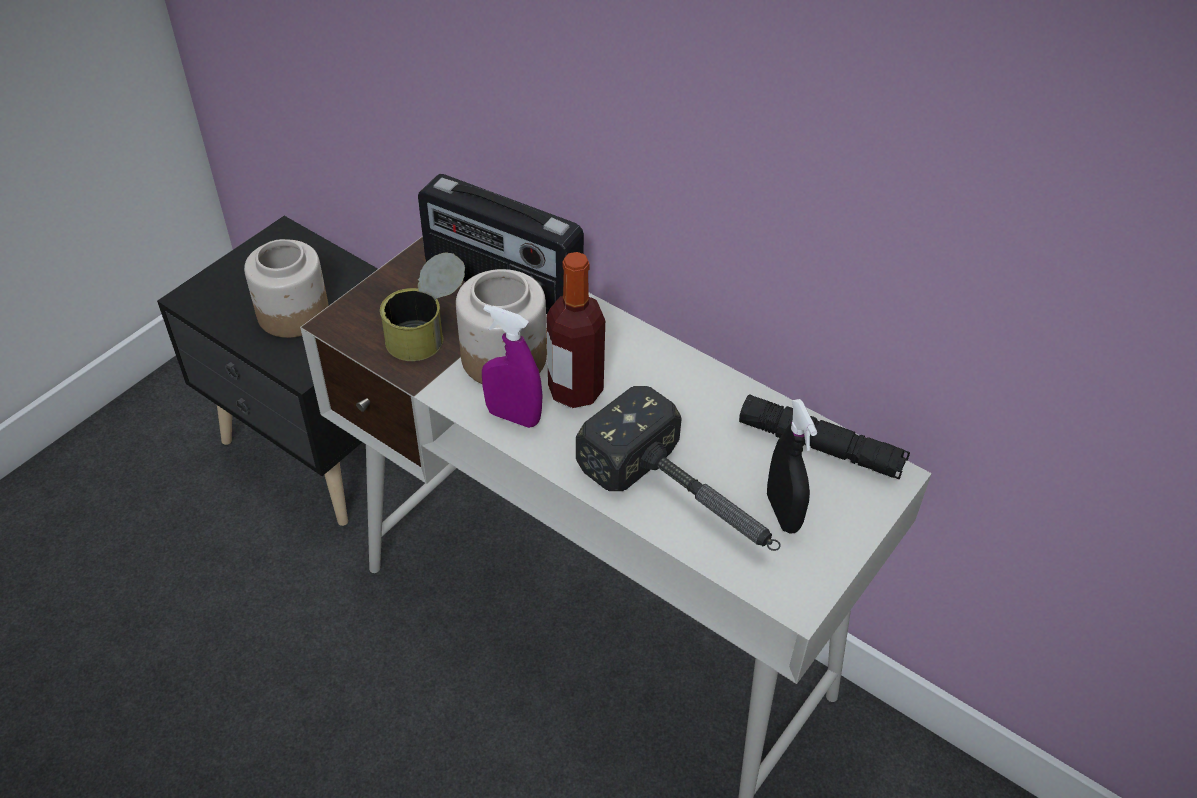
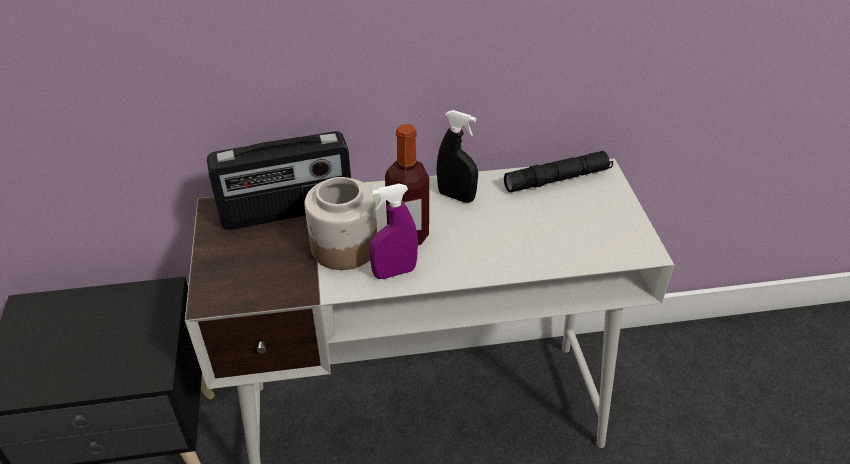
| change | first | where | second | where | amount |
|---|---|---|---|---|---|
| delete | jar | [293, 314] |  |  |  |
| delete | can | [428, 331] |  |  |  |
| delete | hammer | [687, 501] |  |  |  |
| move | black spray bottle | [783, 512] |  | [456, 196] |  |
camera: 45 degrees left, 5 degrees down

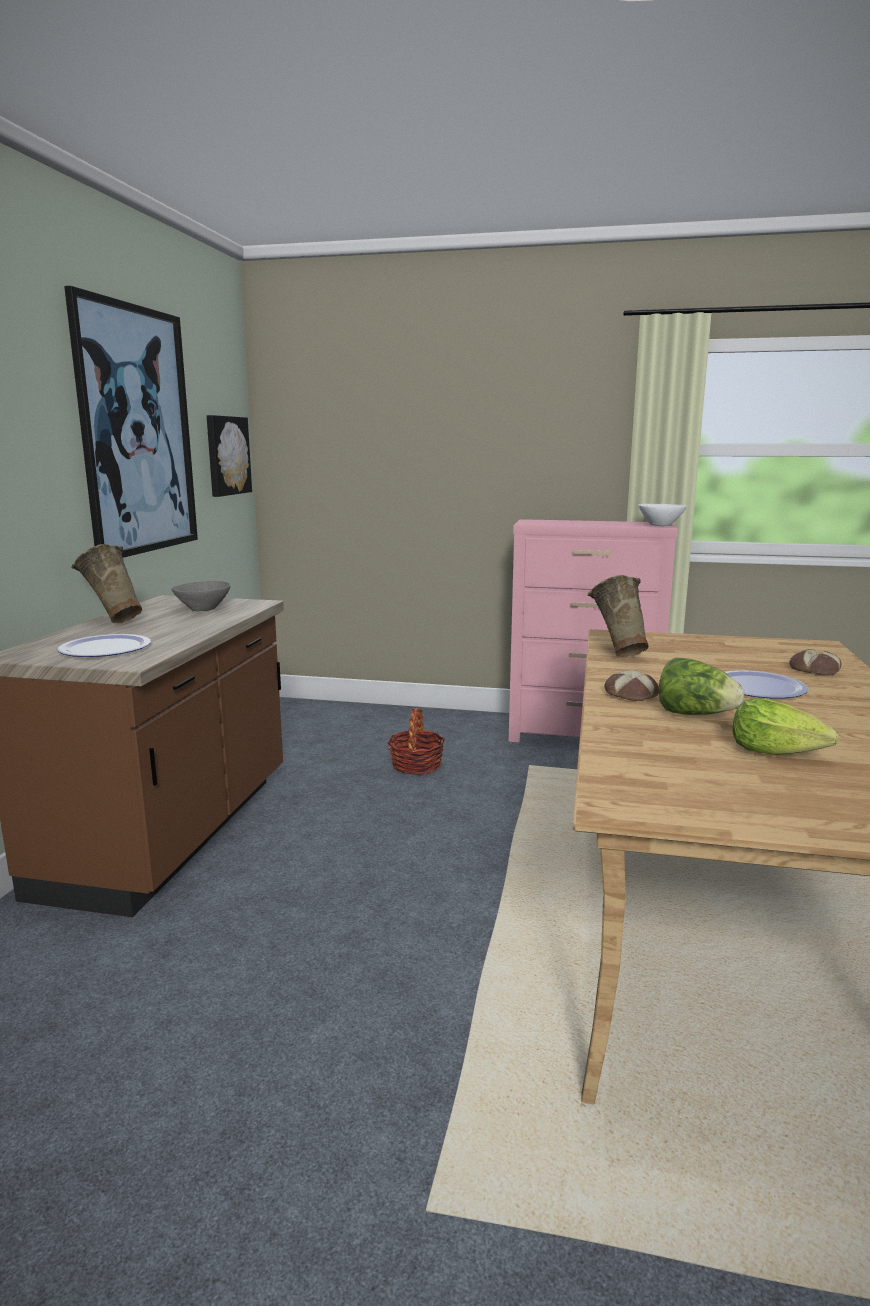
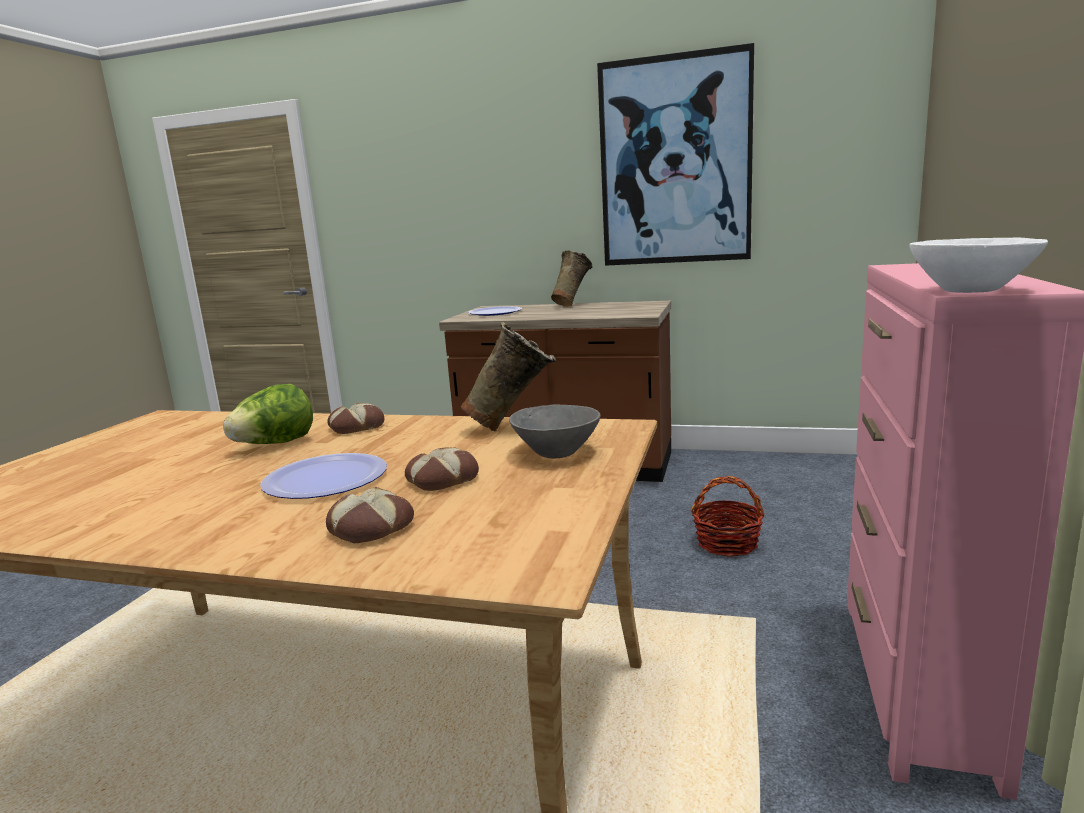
| change | first | where | second | where | amount |
|---|---|---|---|---|---|
| move | grey bowl | [202, 609] |  | [556, 452] |  |
| delete | picture | [226, 455] |  |  |  |
| delete | lettuce | [776, 752] |  |  |  |
| insert |  |  | bread | [442, 478] |  |
camera: 95 degrees right, 0 degrees up

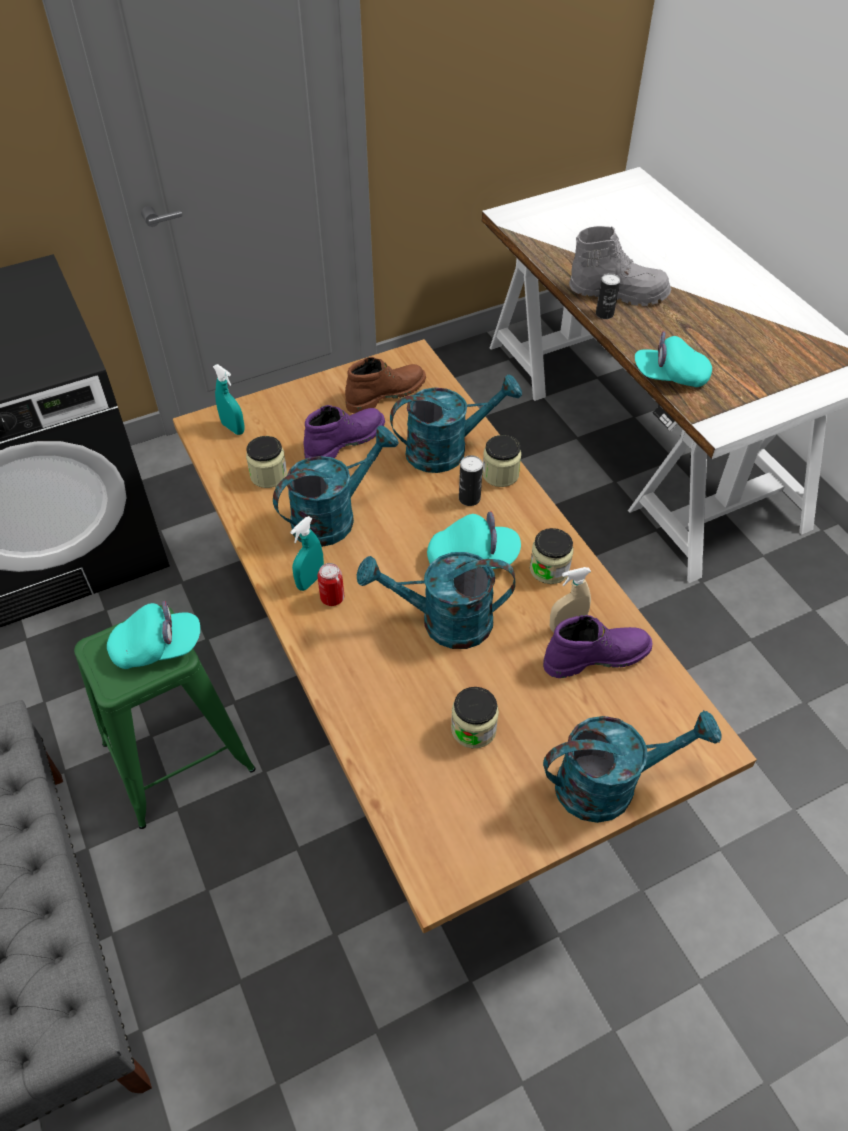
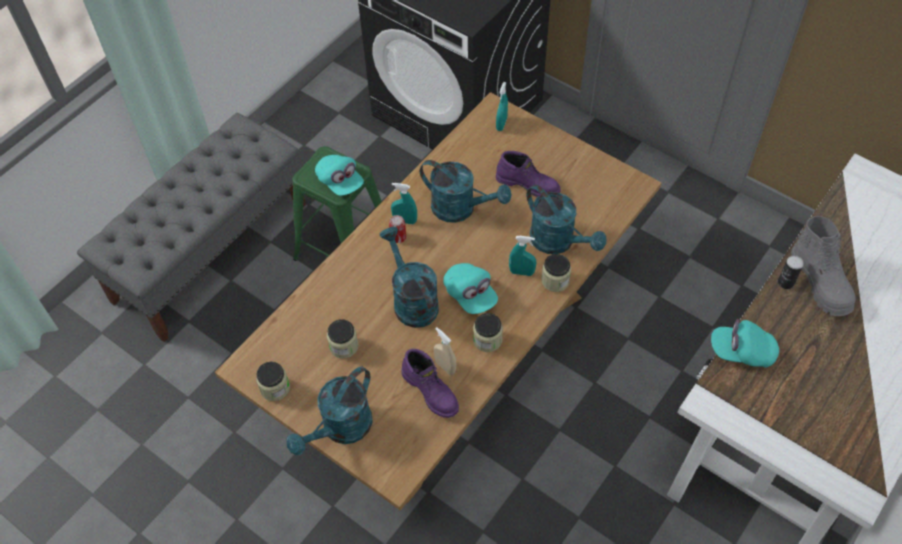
| change | first | where | second | where | amount |
|---|---|---|---|---|---|
| move | jar | [268, 475] |  | [275, 388] |  |
| delete | brown boot | [385, 393] |  |  |  |
| replace | can | [469, 498] | turquoise spray bottle | [521, 272] |  |
| rotate | turquoise watering can | [610, 784] |  | [341, 429] | 75 degrees clockwise |
| rotate | turquoise cap | [670, 376] |  | [741, 351] | 60 degrees counterclockwise |
camera: 65 degrees right, 5 degrees up

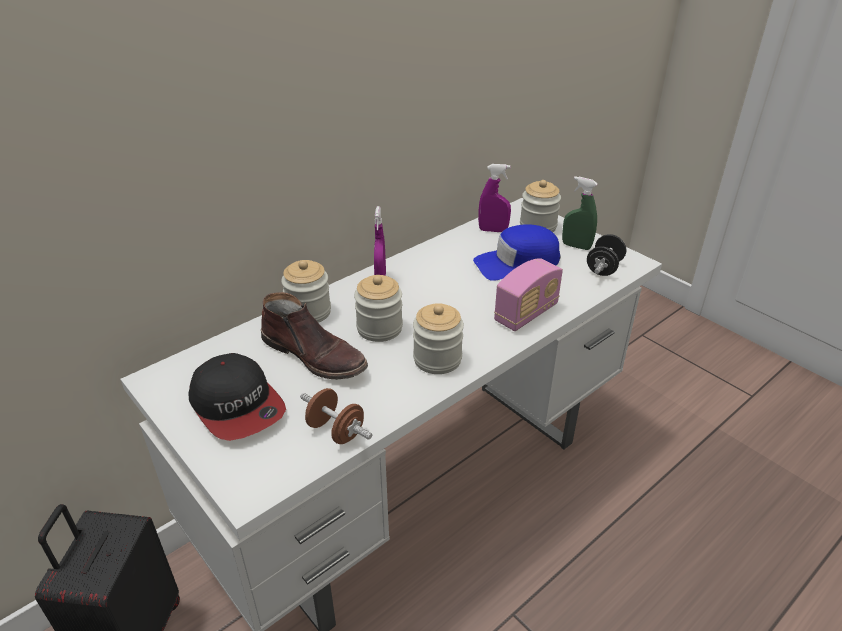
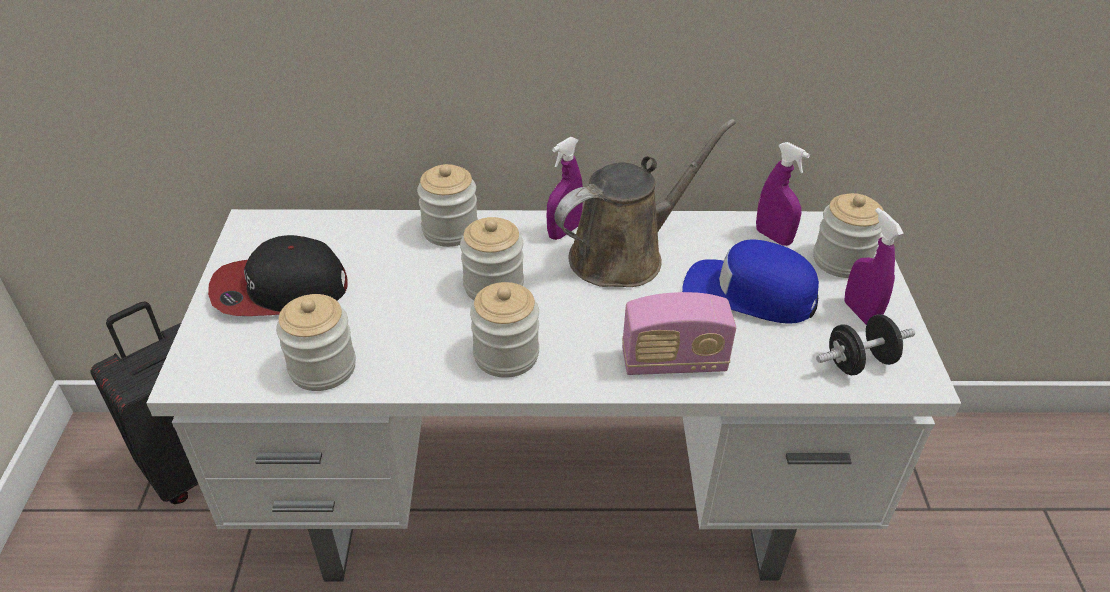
| change | first | where | second | where | amount |
|---|---|---|---|---|---|
| rotate | cap | [238, 406] |  | [279, 290] | 75 degrees clockwise |
| delete | brown boot | [315, 355] |  |  |  |
| replace | brown dumbbell | [336, 431] | jar | [322, 367] |  |
| recolor | green spray bottle | [576, 246] | purple spray bottle | [860, 313] |  |
| insert |  |  | brown watering can | [624, 255] |  |
camera: 40 degrees right, 5 degrees up

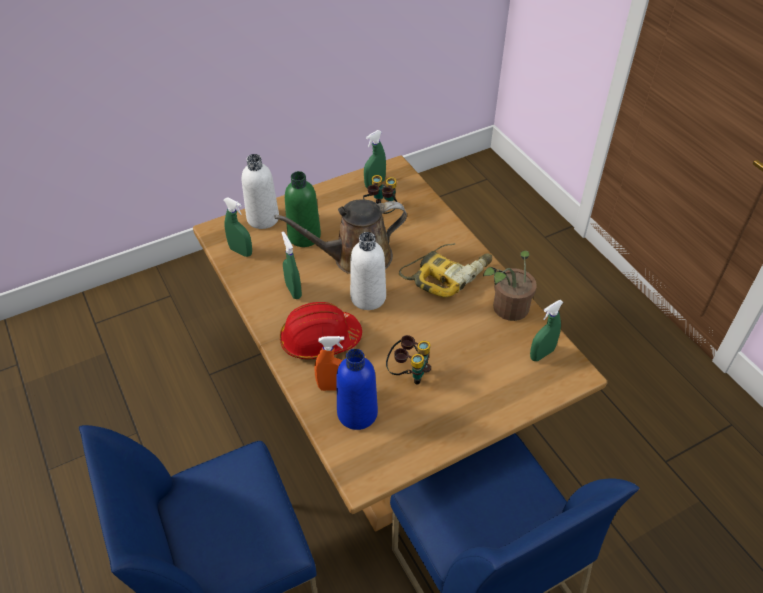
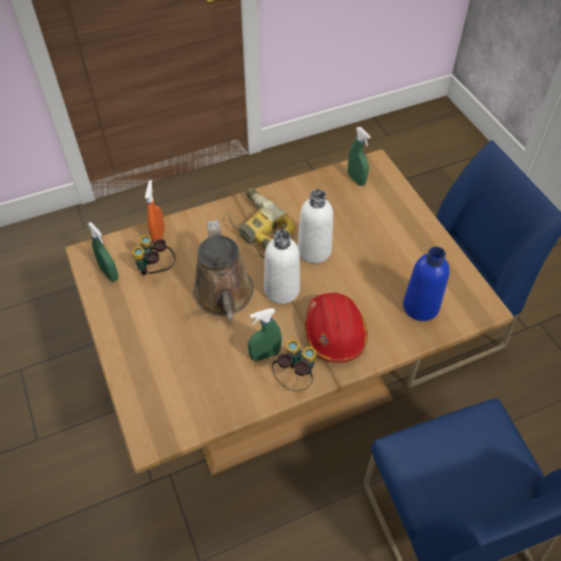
| change | first | where | second | where | amount |
|---|---|---|---|---|---|
| delete | green spray bottle | [241, 251] |  |  |  |
| move | white bottle | [263, 218] |  | [314, 251] |  |
| delete | green bottle | [304, 236] |  |  |  |
| move | orange spray bottle | [333, 387] |  | [159, 236] |  |
| move | binoculars | [408, 373] |  | [294, 378] |  |
| delete | potted plant | [507, 310] |  |  |  |
camera: 85 degrees left, 5 degrees up

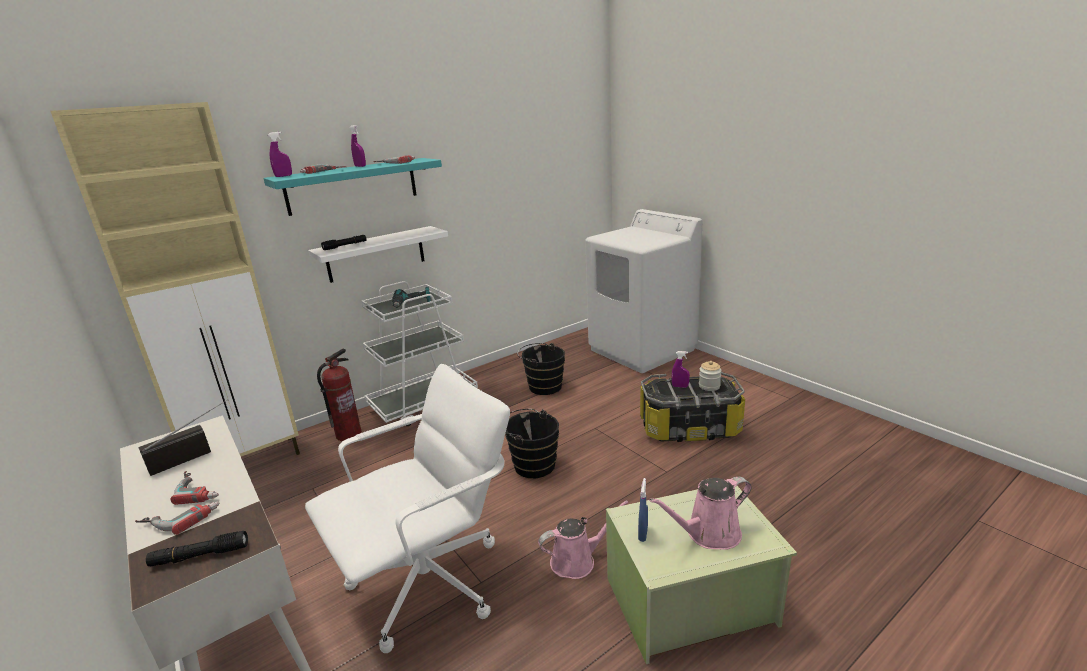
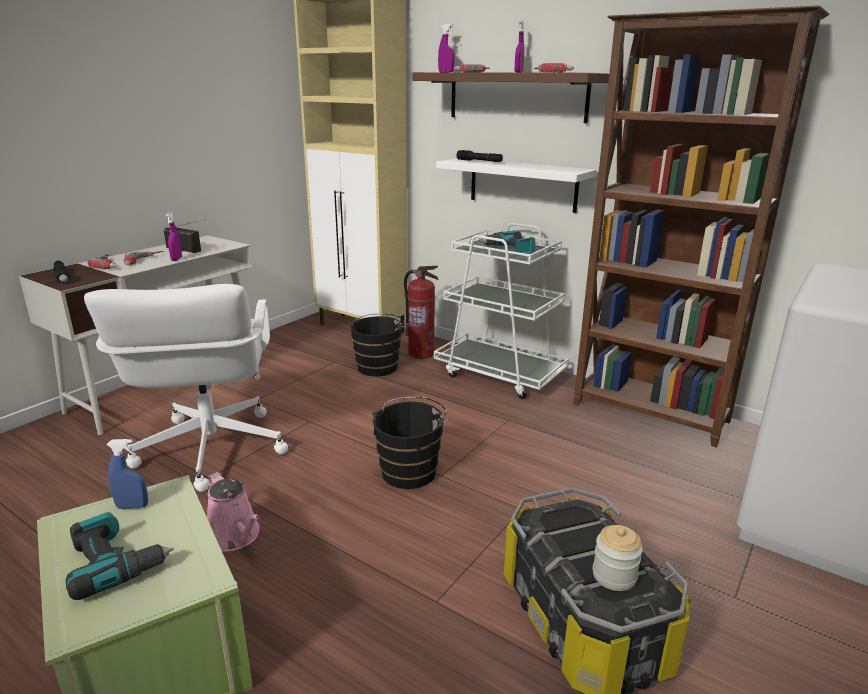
| change | first | where | second | where | amount |
|---|---|---|---|---|---|
| recolor | turquoise shelf | [352, 186] | brown shelf | [516, 96] |  |
| rotate | white office chair | [430, 583] |  | [210, 449] | 45 degrees clockwise |
| move | black bucket | [543, 386] |  | [378, 366] |  |
| replace | pink watering can | [708, 534] | power drill | [116, 563] |  |
| move | purple spray bottle | [680, 386] |  | [176, 259] |  |
| insert |  |  | brown bookcase | [650, 414] |  |
camera: 70 degrees right, 0 degrees up

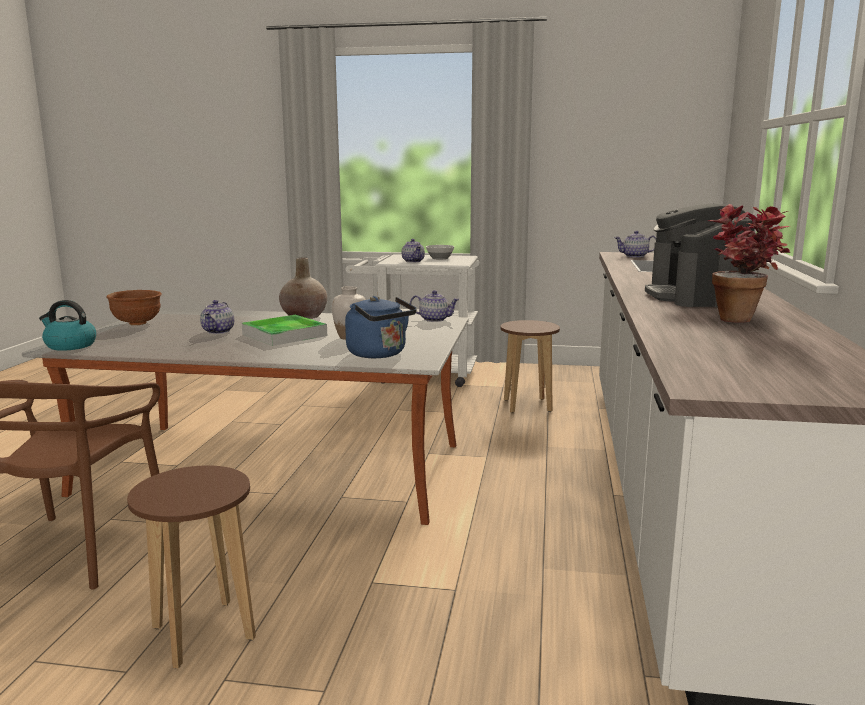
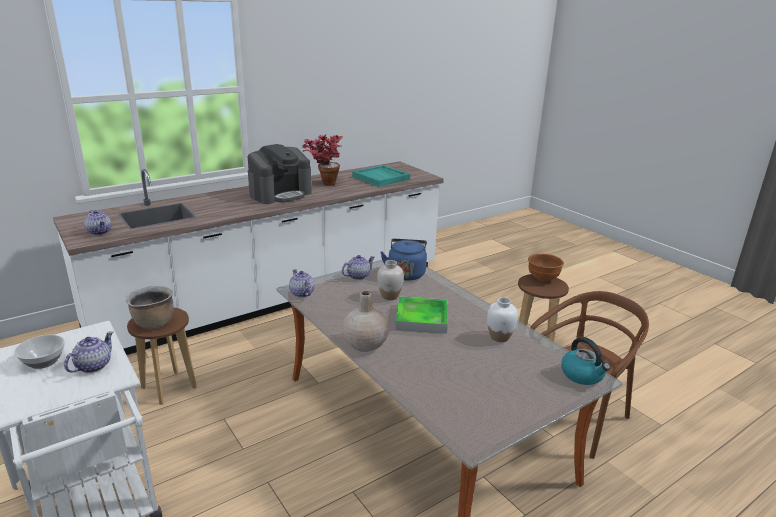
| change | first | where | second | where | amount |
|---|---|---|---|---|---|
| move | brown bowl | [137, 324] |  | [542, 278] |  |
| move | teapot | [218, 331] |  | [358, 276] |  |
| insert |  |  | brown cooking pot | [153, 323] |  |
| insert |  |  | turquoise tray | [381, 178] |  |
| insert |  |  | white vase | [499, 337] |  |
camera: 135 degrees left, 10 degrees up

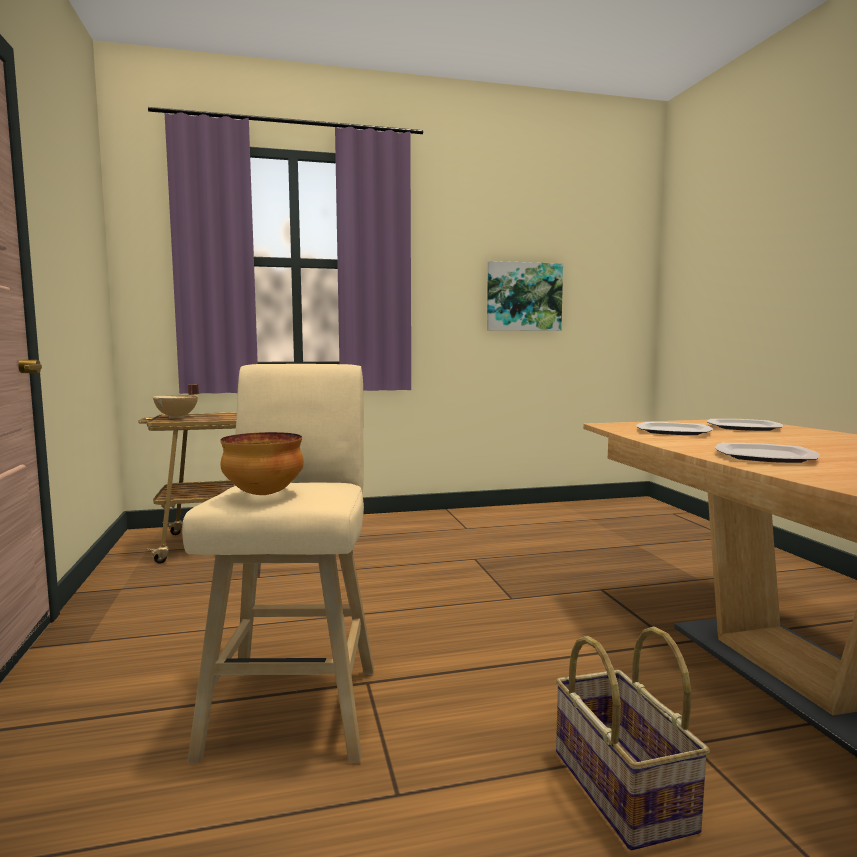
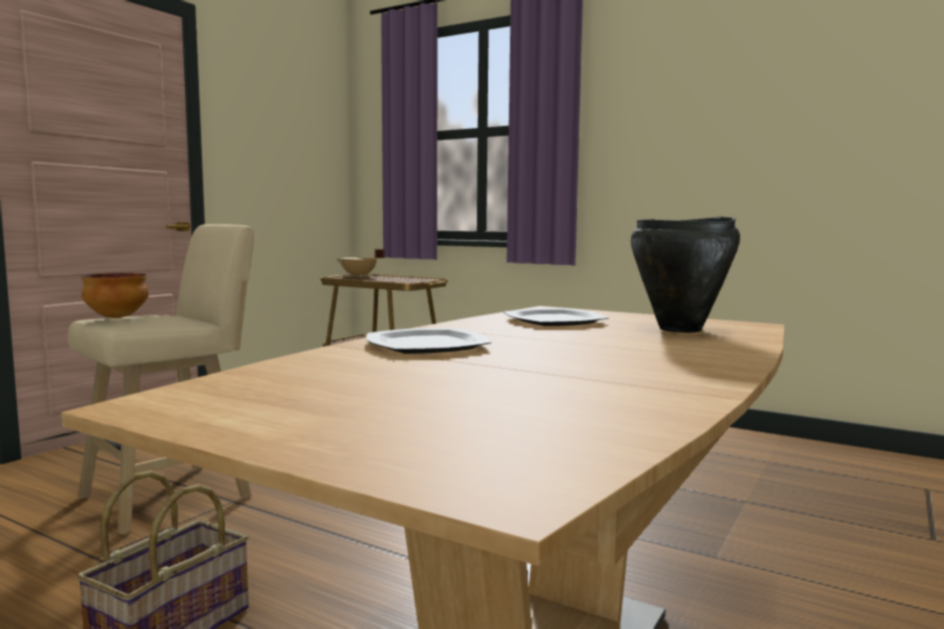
| change | first | where | second | where | amount |
|---|---|---|---|---|---|
| delete | picture | [523, 297] |  |  |  |
| replace | plate | [744, 427] | black cooking pot | [681, 329] |  |
camera: 45 degrees right, 0 degrees up

